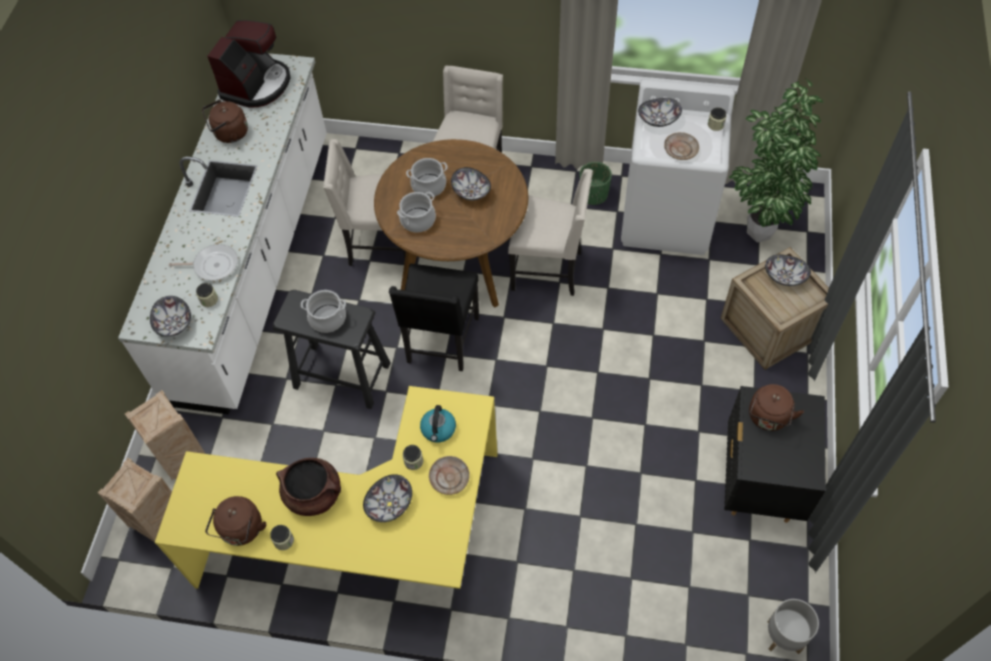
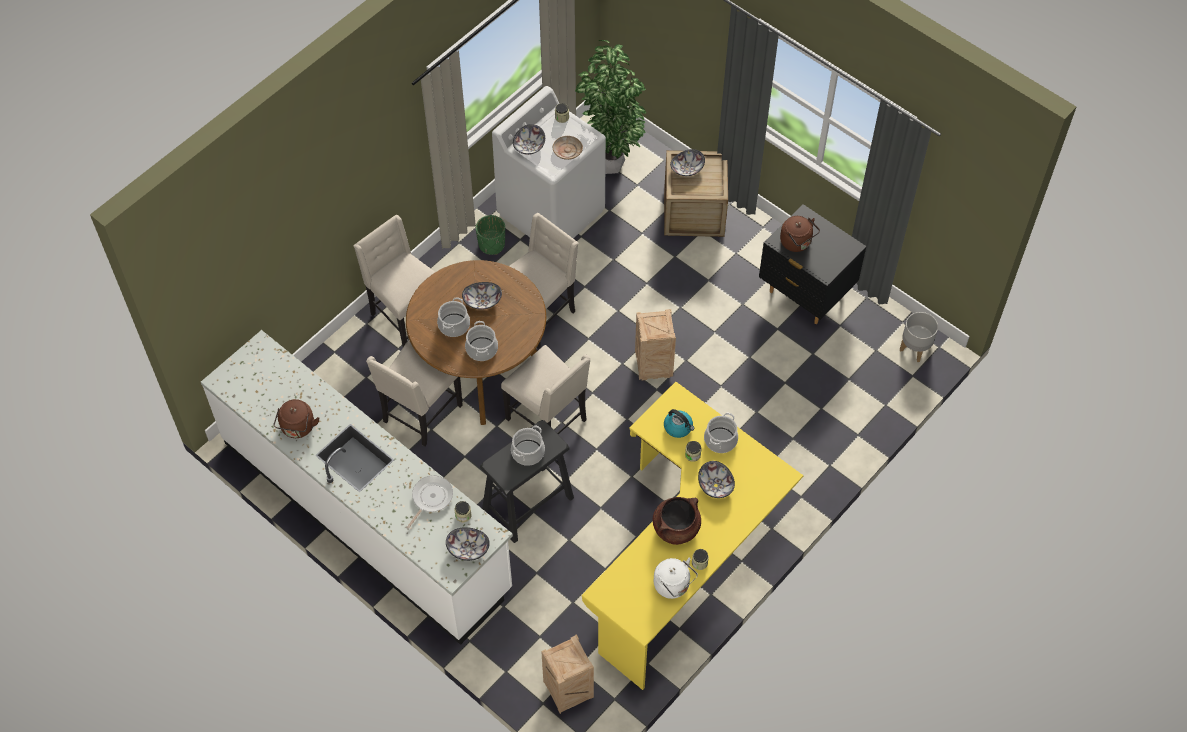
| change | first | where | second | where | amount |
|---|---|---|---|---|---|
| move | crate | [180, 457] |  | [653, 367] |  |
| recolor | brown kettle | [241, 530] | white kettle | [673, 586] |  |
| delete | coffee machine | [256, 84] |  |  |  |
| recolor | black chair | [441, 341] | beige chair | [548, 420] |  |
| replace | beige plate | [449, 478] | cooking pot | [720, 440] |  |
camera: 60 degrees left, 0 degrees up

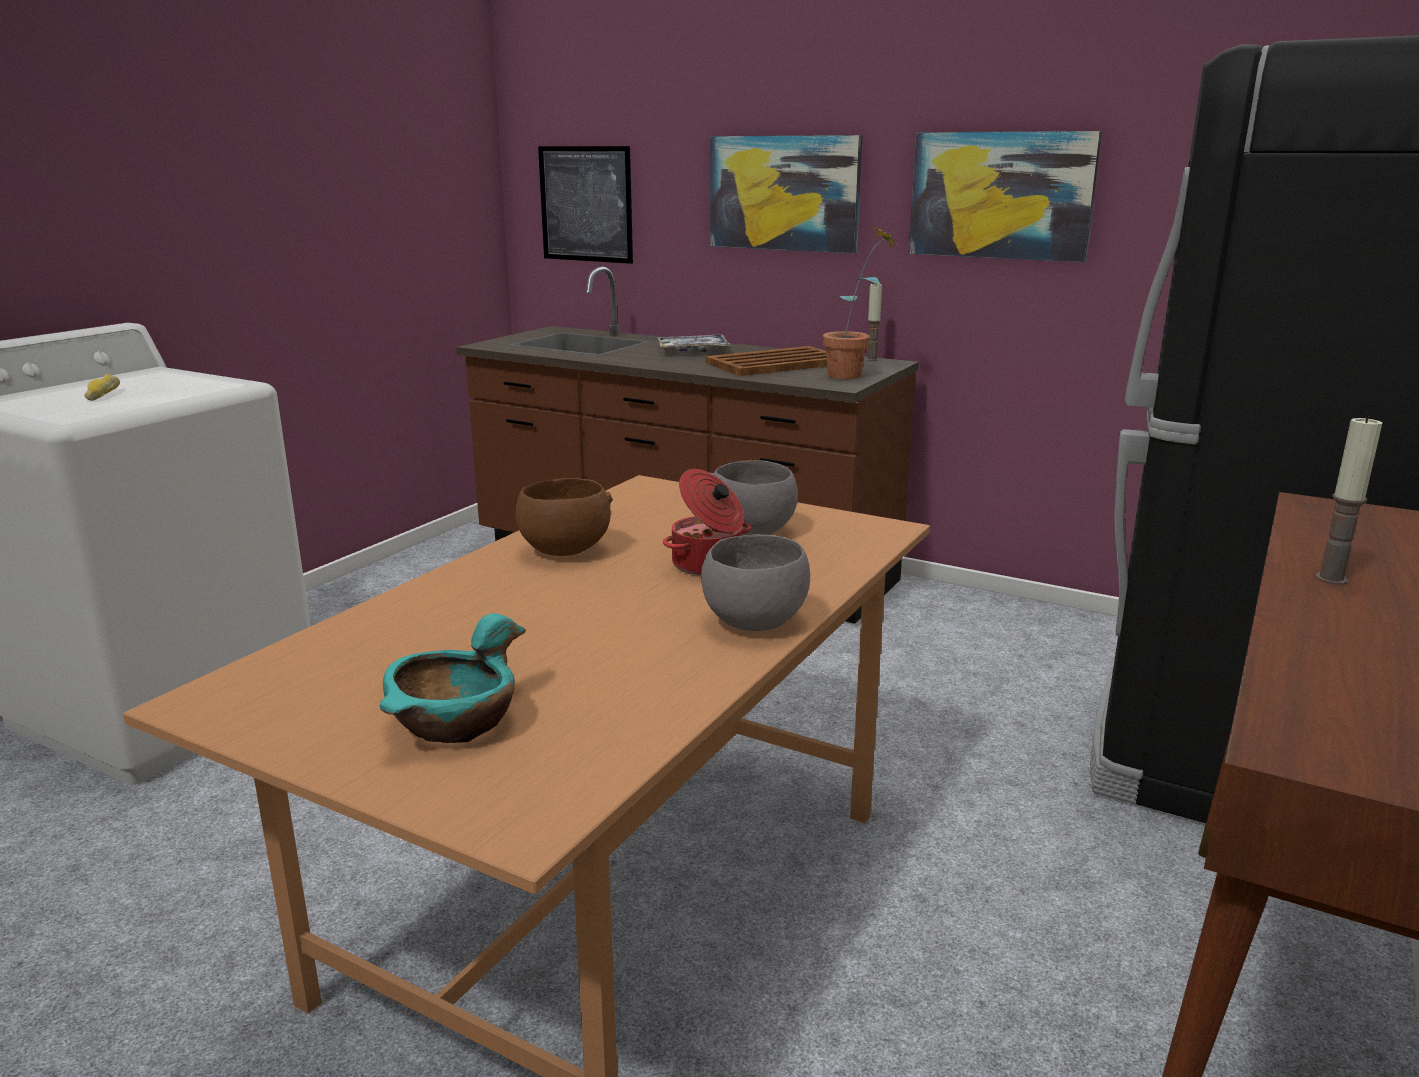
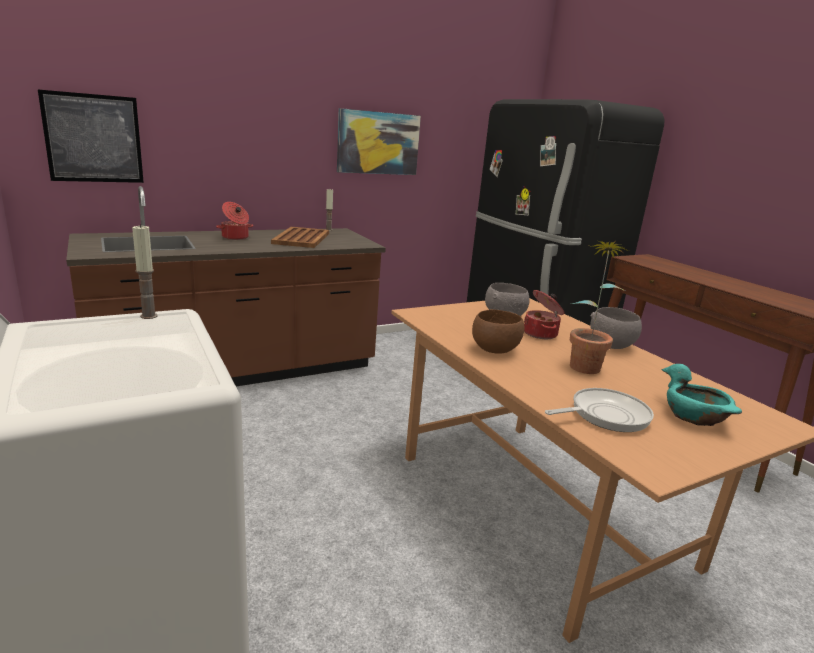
| change | first | where | second | where | amount |
|---|---|---|---|---|---|
| delete | bread | [102, 395] |  |  |  |
| replace | tray | [693, 351] | cooking pot | [235, 237] |  |
| delete | picture | [784, 193] |  |  |  |
| move | potted plant | [855, 375] |  | [585, 364] |  |
| move | candle | [1331, 579] |  | [149, 316] |  |
| insert |  |  | frying pan | [605, 415] |  |
camera: 60 degrees left, 0 degrees up

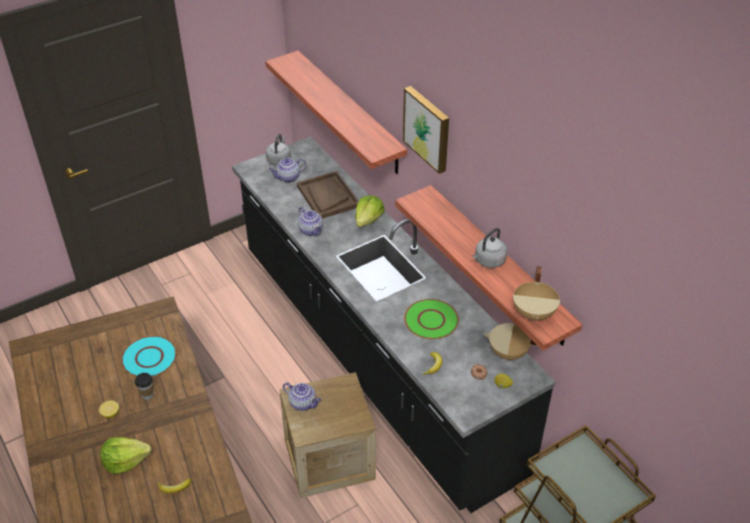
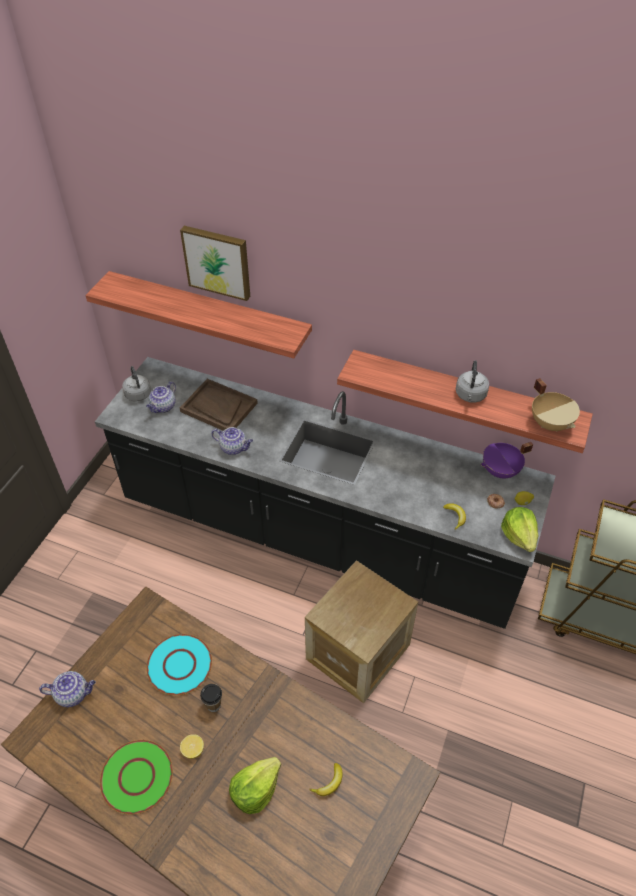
| change | first | where | second | where | amount |
|---|---|---|---|---|---|
| move | teapot | [303, 403] |  | [73, 694] |  |
| move | lettuce | [368, 220] |  | [519, 536] |  |
| move | picture | [428, 128] |  | [218, 261] |  |
| move | green plate | [431, 320] |  | [137, 777] |  |
| recolor | beige cooking pot | [508, 353] | purple cooking pot | [500, 471] |  |
camera: 35 degrees left, 5 degrees up

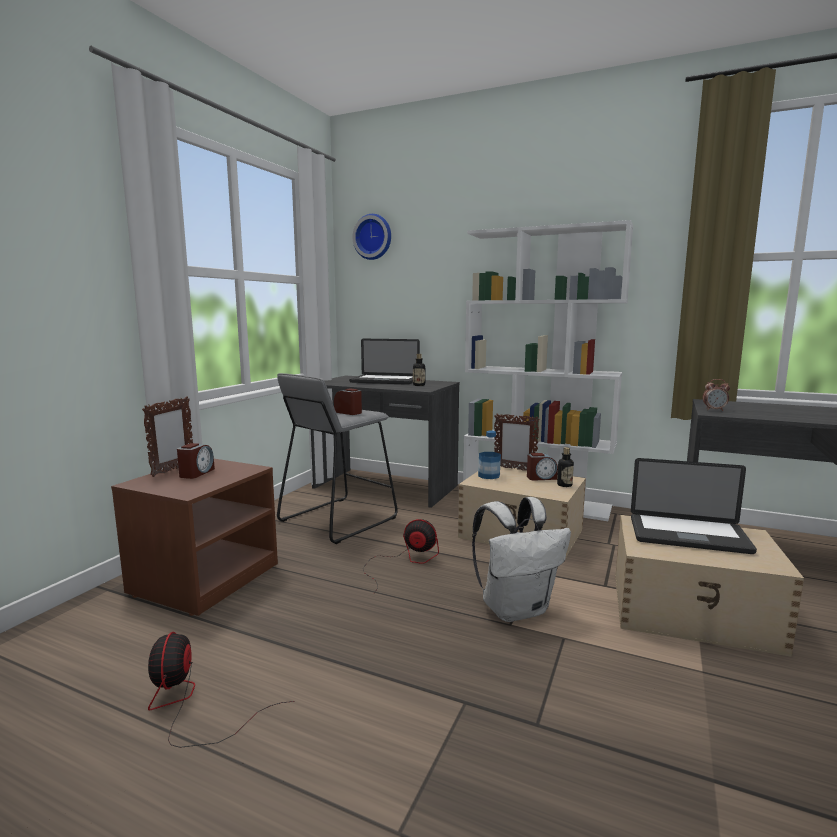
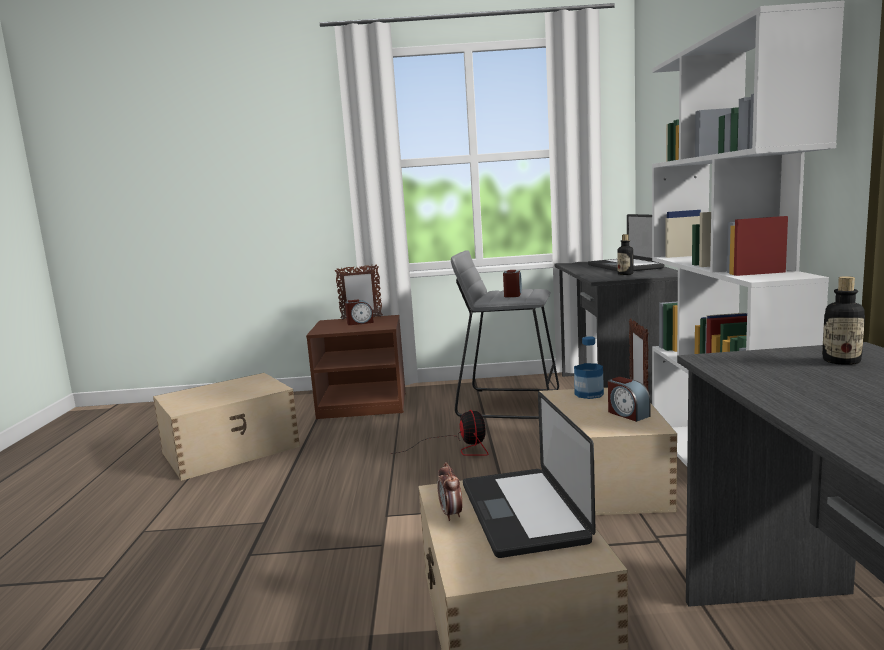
| change | first | where | second | where | amount |
|---|---|---|---|---|---|
| replace | fan | [190, 704] | beige storage box | [232, 449] |  |
| delete | wall clock | [373, 237] |  |  |  |
| delete | white backpack | [516, 609] |  |  |  |
| move | bottle | [564, 485] |  | [841, 361] |  |
| move | alarm clock | [714, 410] |  | [451, 514] |  |
camera: 65 degrees right, 0 degrees up

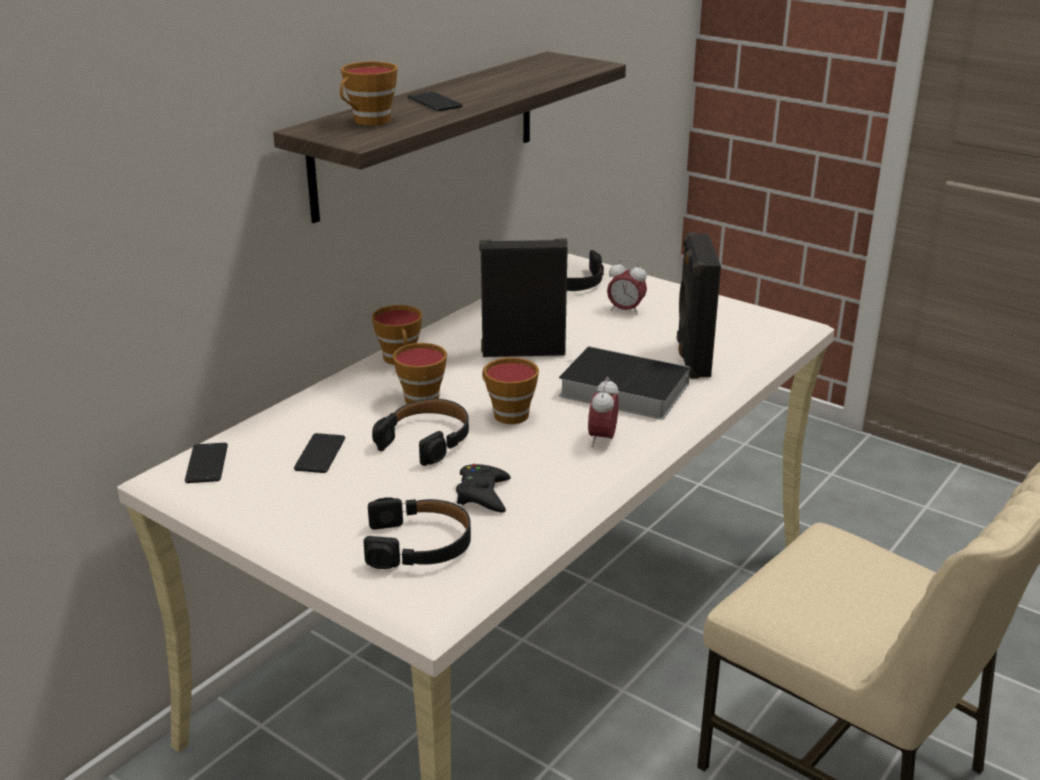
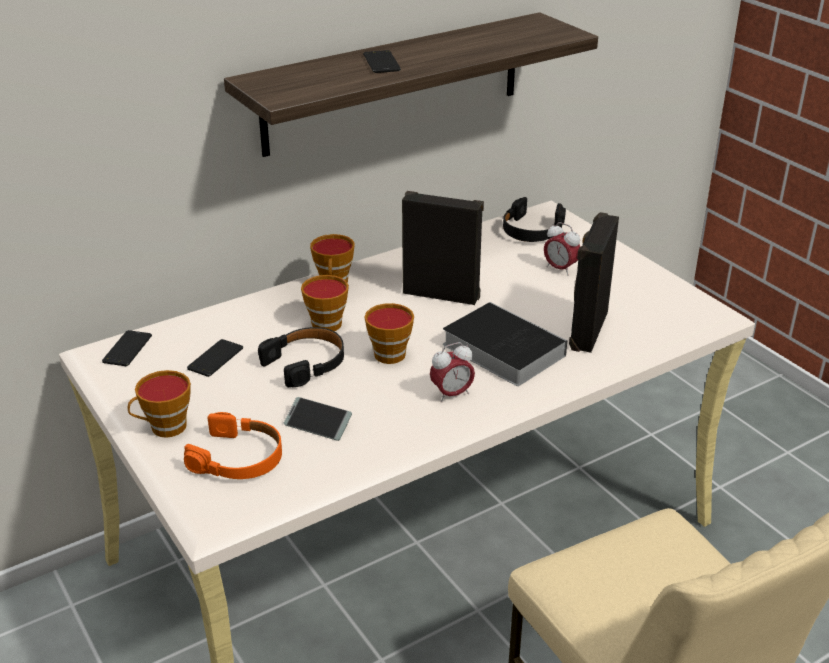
| change | first | where | second | where | amount |
|---|---|---|---|---|---|
| move | cup | [369, 121] |  | [164, 428] |  |
| recolor | black headphones | [419, 545] | orange headphones | [238, 458] |  |
| replace | black game controller | [483, 494] | phone | [318, 424] |  |
| rotate | alarm clock | [602, 439] |  | [451, 394] | 150 degrees counterclockwise |
camera: 20 degrees right, 5 degrees up

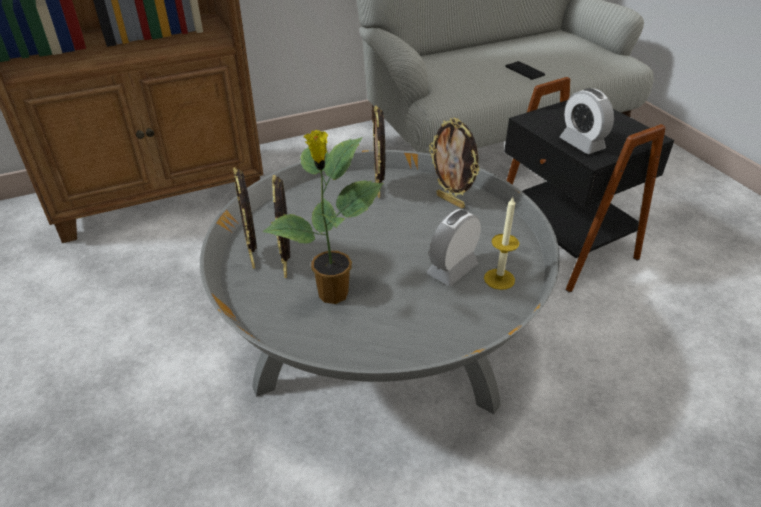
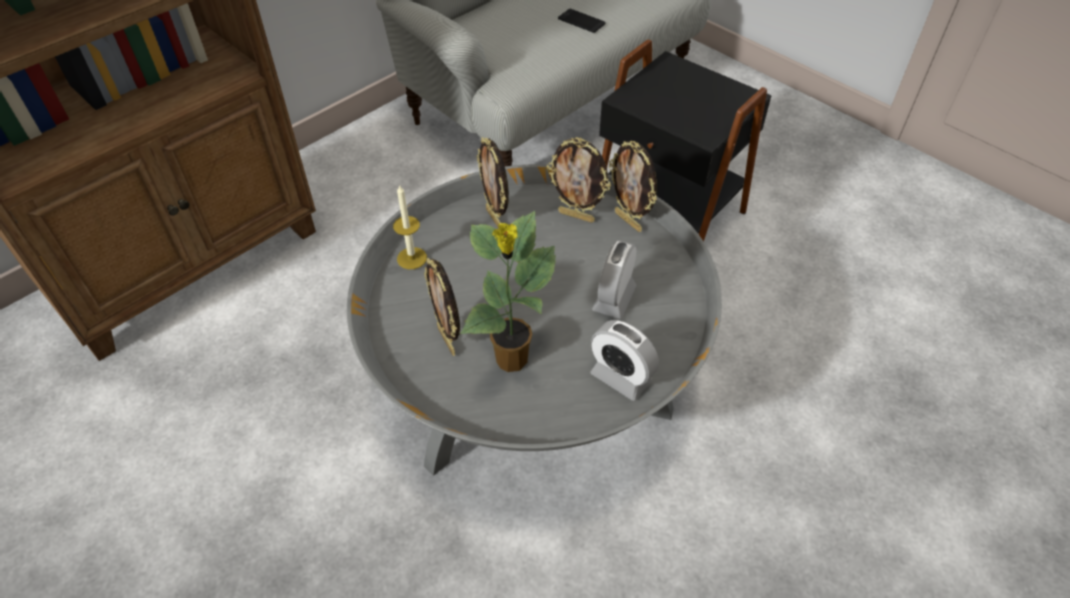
| change | first | where | second | where | amount |
|---|---|---|---|---|---|
| move | picture frame | [253, 257] |  | [629, 221] |  |
| move | candle | [499, 279] |  | [412, 258] |  |
| move | alarm clock | [581, 144] |  | [620, 377] |  |
camera: 20 degrees left, 10 degrees up

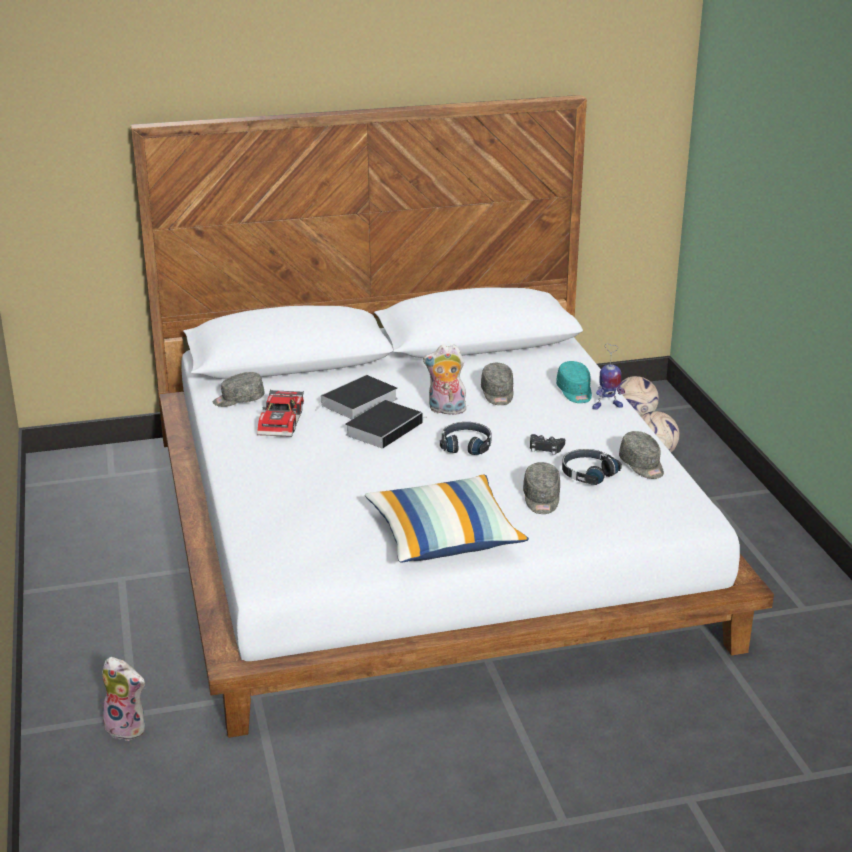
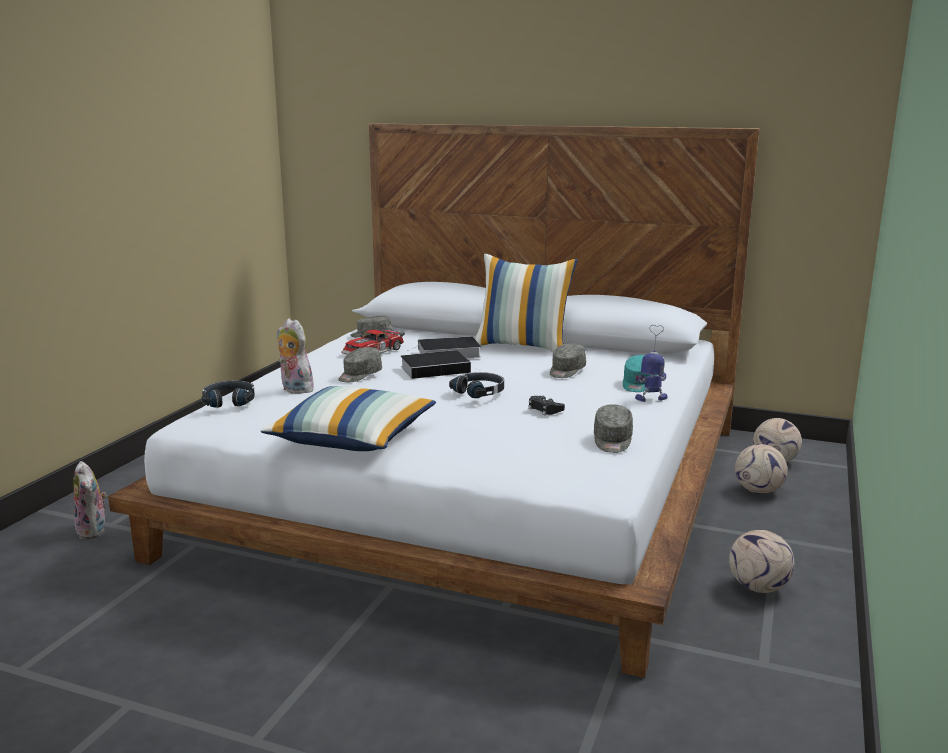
| change | first | where | second | where | amount |
|---|---|---|---|---|---|
| move | plush toy | [445, 410] |  | [294, 390] |  |
| move | grey cap | [541, 499] |  | [359, 375] |  |
| move | black headphones | [587, 473] |  | [229, 401] |  |
| rotate | toy robot | [606, 406] |  | [651, 399] | 150 degrees clockwise |
| insert |  |  | pillow | [523, 346] |  |
| insert |  |  | football | [757, 587] |  |
camera: 35 degrees right, 10 degrees down

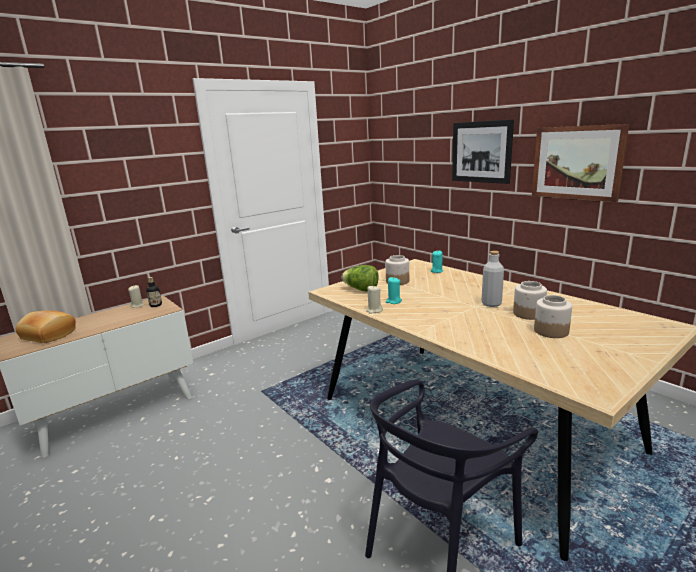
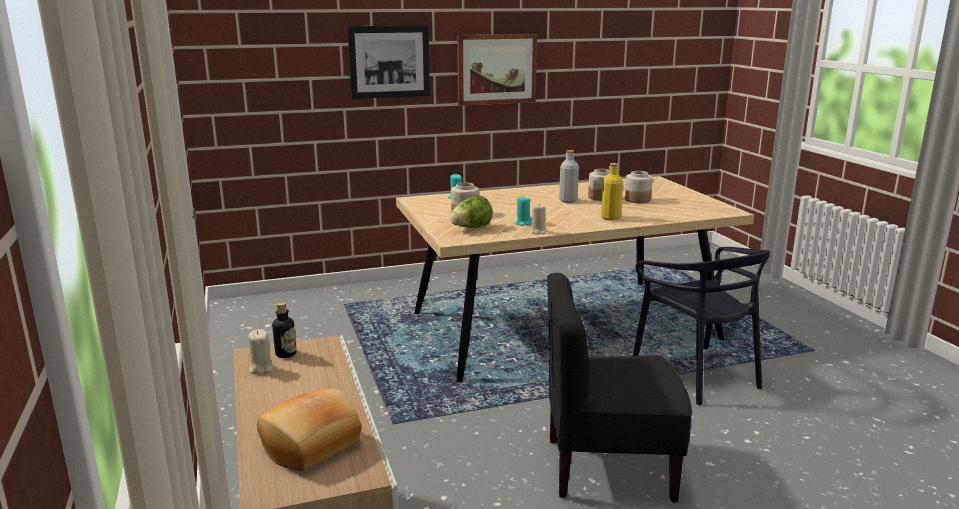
| change | first | where | second | where | amount |
|---|---|---|---|---|---|
| insert |  |  | black chair | [608, 468] |  |
| insert |  |  | yellow bottle | [610, 218] |  |
camera: 70 degrees left, 0 degrees up

